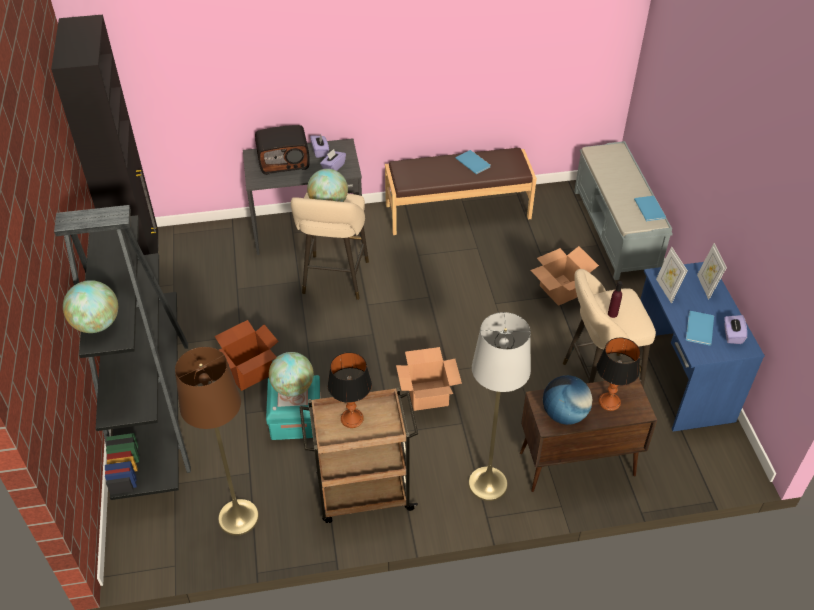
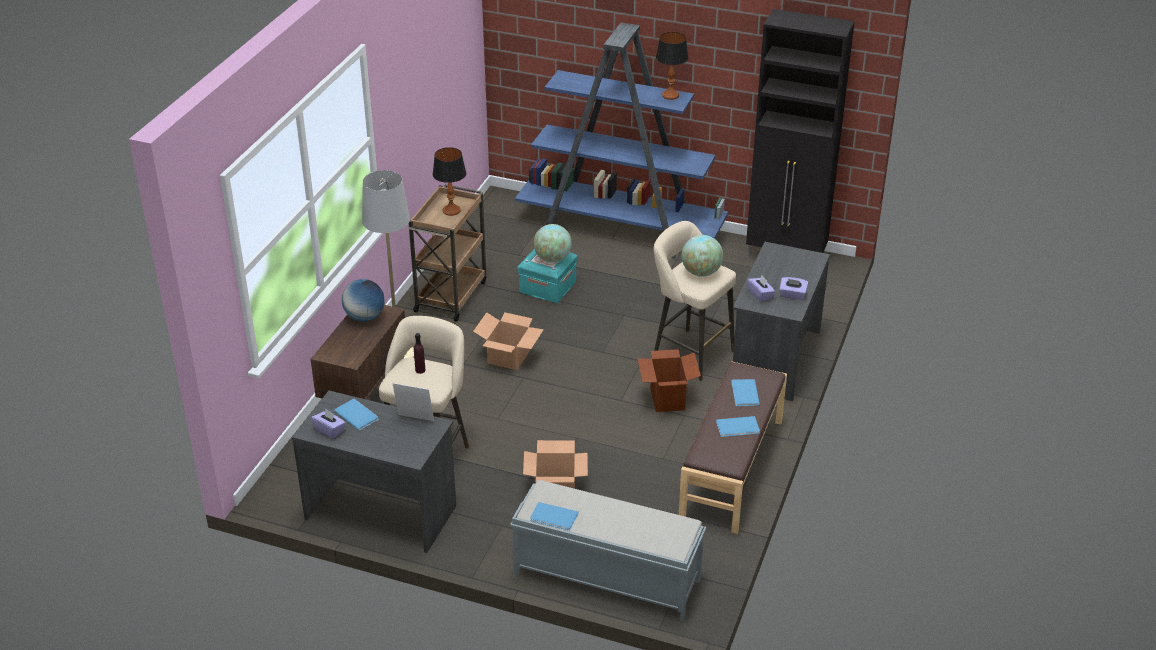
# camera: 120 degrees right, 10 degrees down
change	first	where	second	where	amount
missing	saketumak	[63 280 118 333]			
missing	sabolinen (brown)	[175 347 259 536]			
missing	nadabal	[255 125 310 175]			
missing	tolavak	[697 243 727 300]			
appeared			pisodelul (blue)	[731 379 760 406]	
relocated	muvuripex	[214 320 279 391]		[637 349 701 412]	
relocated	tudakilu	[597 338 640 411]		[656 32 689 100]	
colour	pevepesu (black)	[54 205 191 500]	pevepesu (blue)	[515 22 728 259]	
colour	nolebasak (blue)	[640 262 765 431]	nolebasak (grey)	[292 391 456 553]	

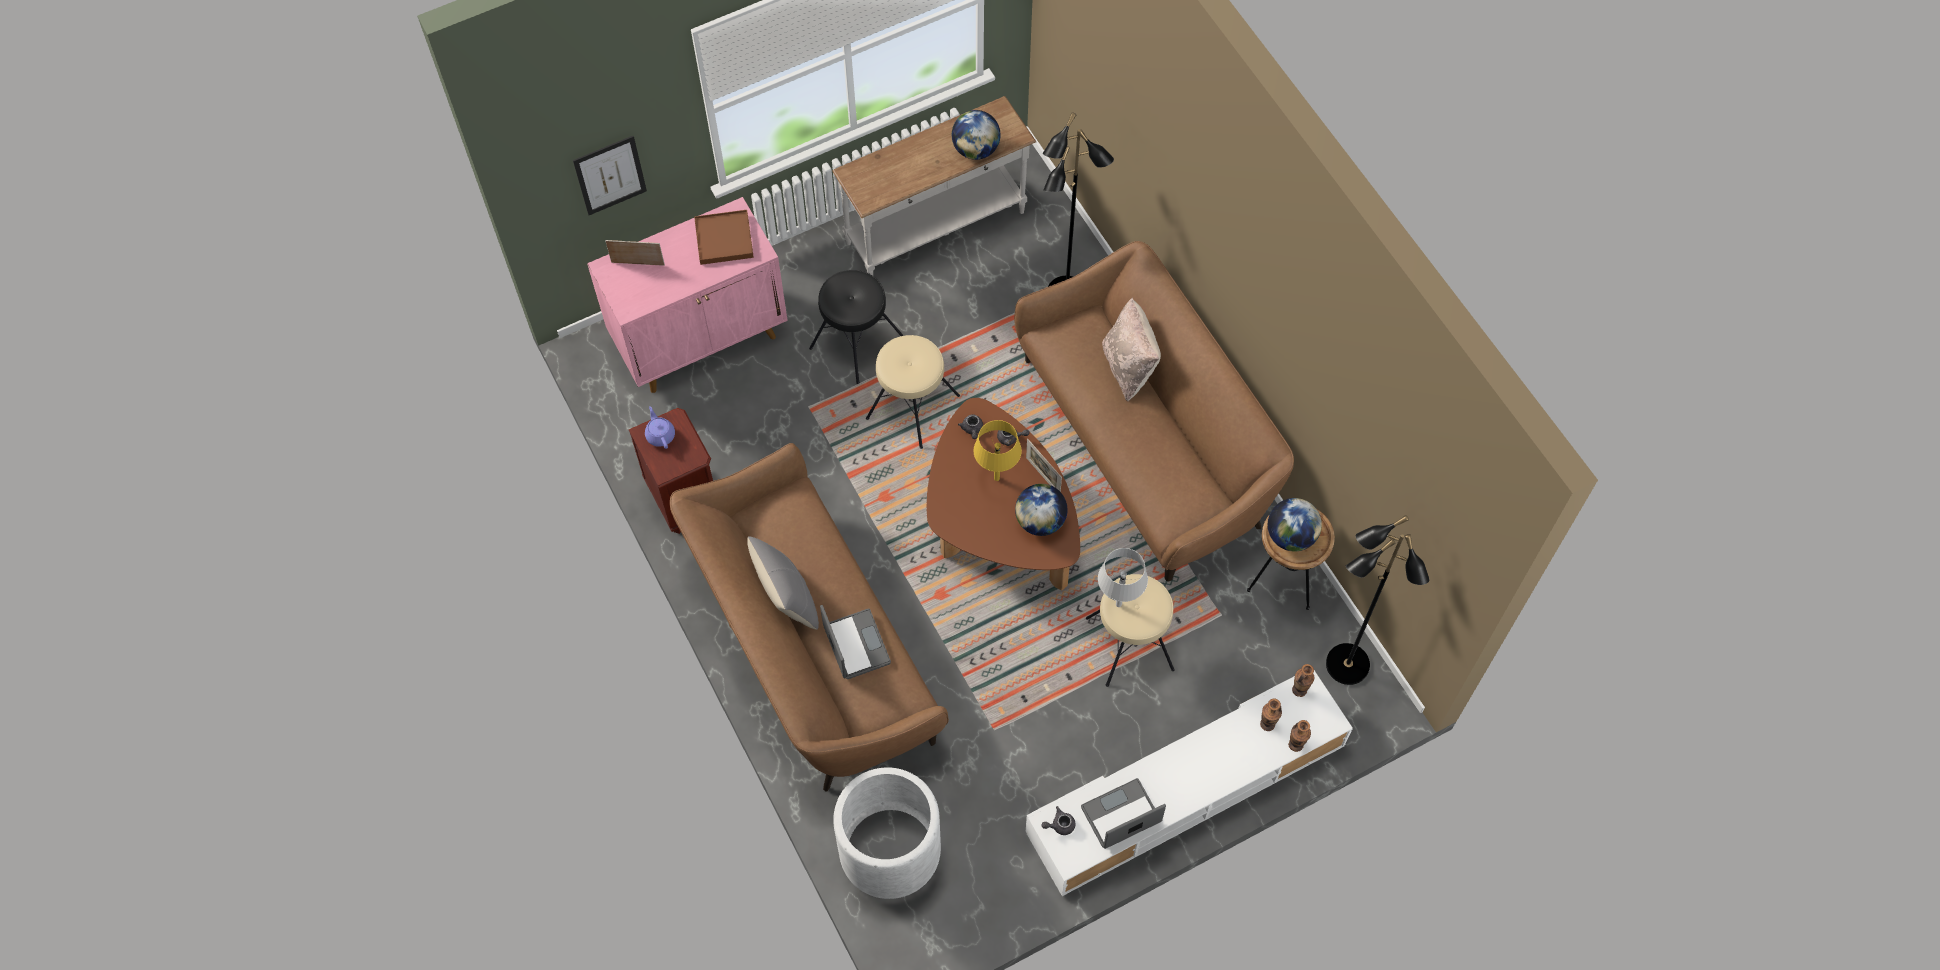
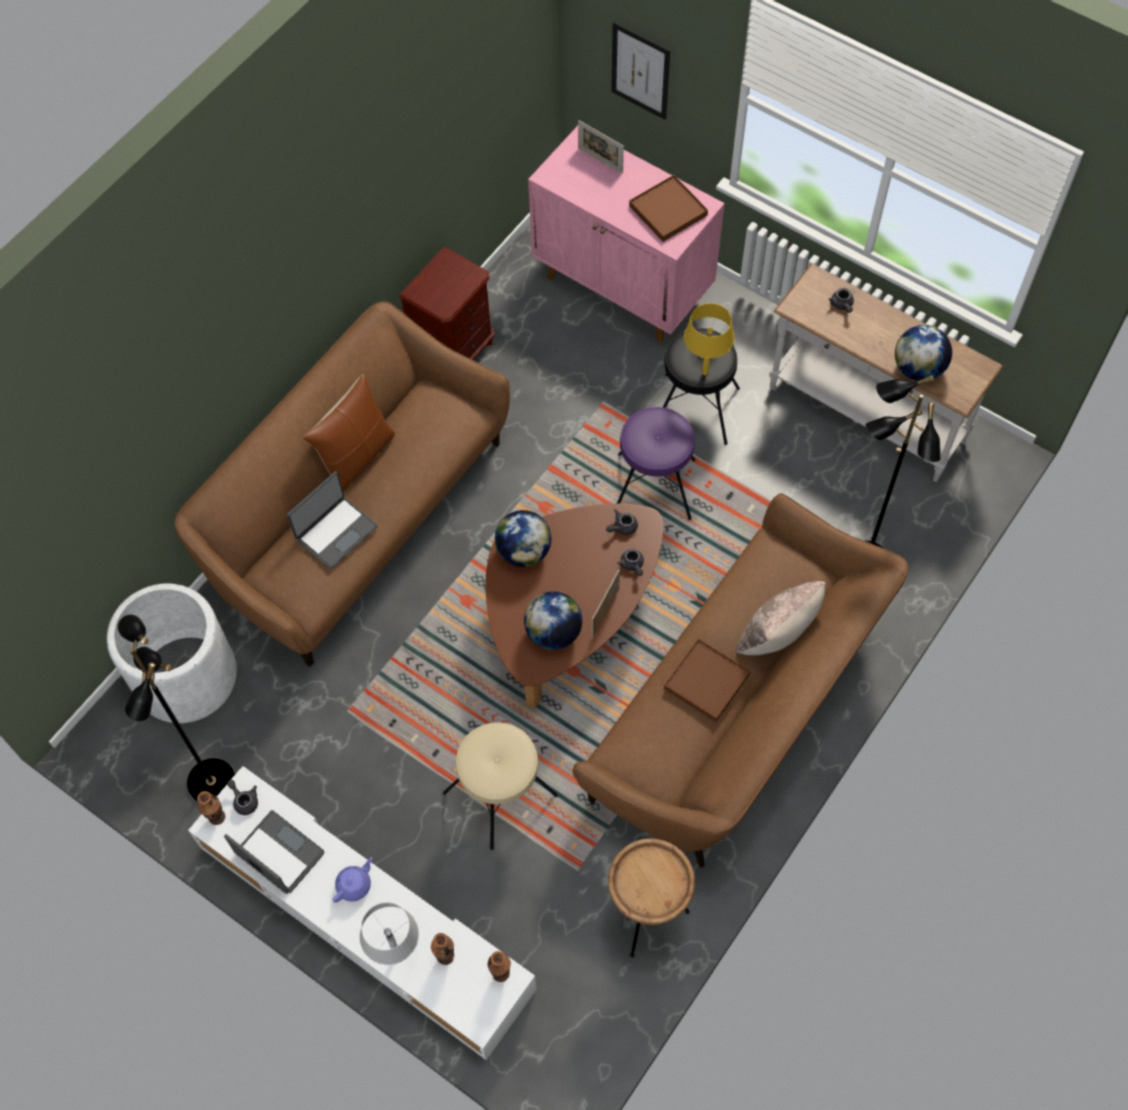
# camera: 65 degrees right, 0 degrees up
change	first	where	second	where	amount
appeared			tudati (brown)	[664 639 750 722]	
appeared			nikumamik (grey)	[829 288 854 313]	
relocated	nikumamik (purple)	[645 406 675 449]		[333 857 373 903]	
relocated	tudakilu (yellow)	[973 420 1022 481]		[684 303 735 375]	
relocated	tudakilu (grey)	[1098 548 1148 607]		[360 902 419 965]	
relocated	saketumak	[1268 498 1322 552]		[495 510 551 567]	
relocated	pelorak	[1288 720 1311 752]		[197 791 225 825]	
relocated	sabolinen (black)	[1326 515 1429 685]		[118 615 235 802]	
colour	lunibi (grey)	[747 536 819 630]	lunibi (brown)	[303 374 395 491]	
colour	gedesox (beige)	[866 335 960 449]	gedesox (purple)	[617 407 696 520]	
spun	tolavak	[605 240 665 266]		[578 120 624 174]	150 degrees clockwise

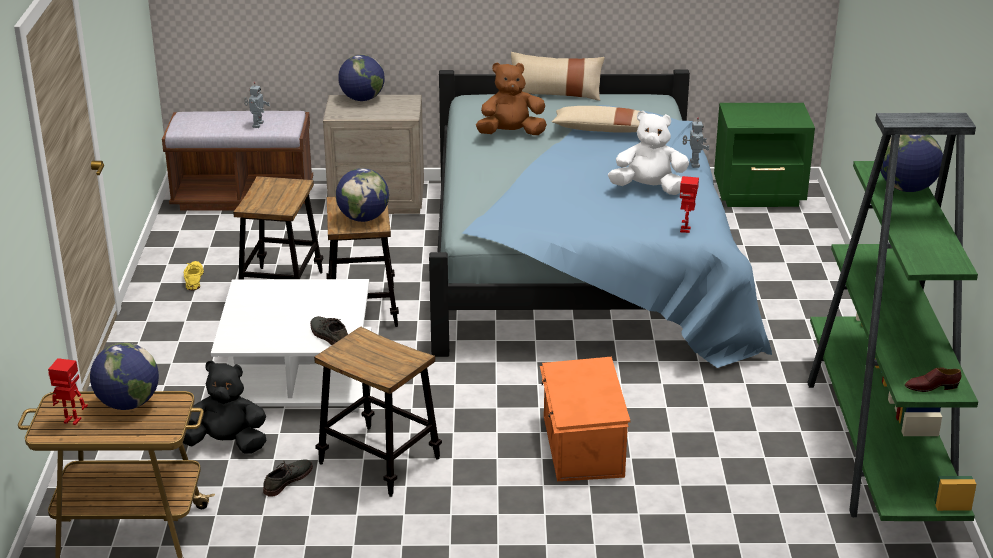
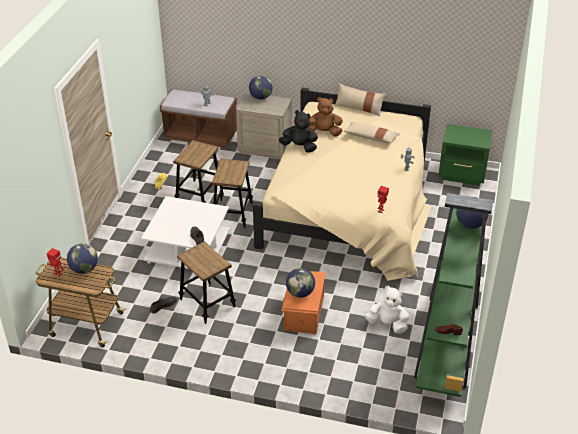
# camera: 15 degrees right, 10 degrees up
change	first	where	second	where	amount
relocated	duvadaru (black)	[183 361 267 454]		[279 110 318 153]	
relocated	saketumak	[336 168 389 222]		[286 268 315 298]	
relocated	duvadaru (white)	[608 111 689 195]		[365 286 410 334]	
colour	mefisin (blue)	[429 69 772 368]	mefisin (beige)	[253 87 432 281]	

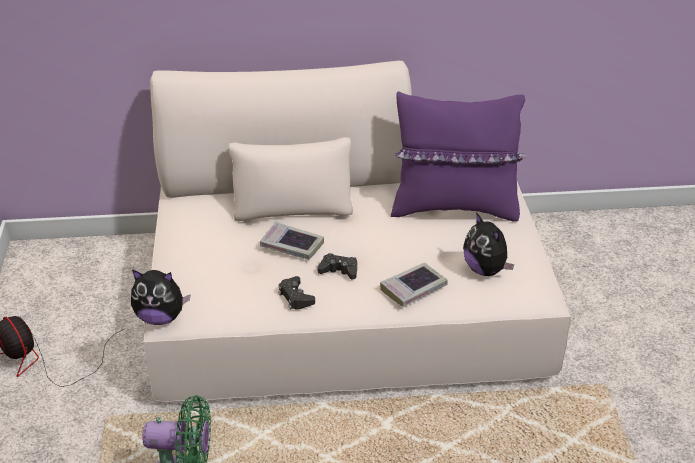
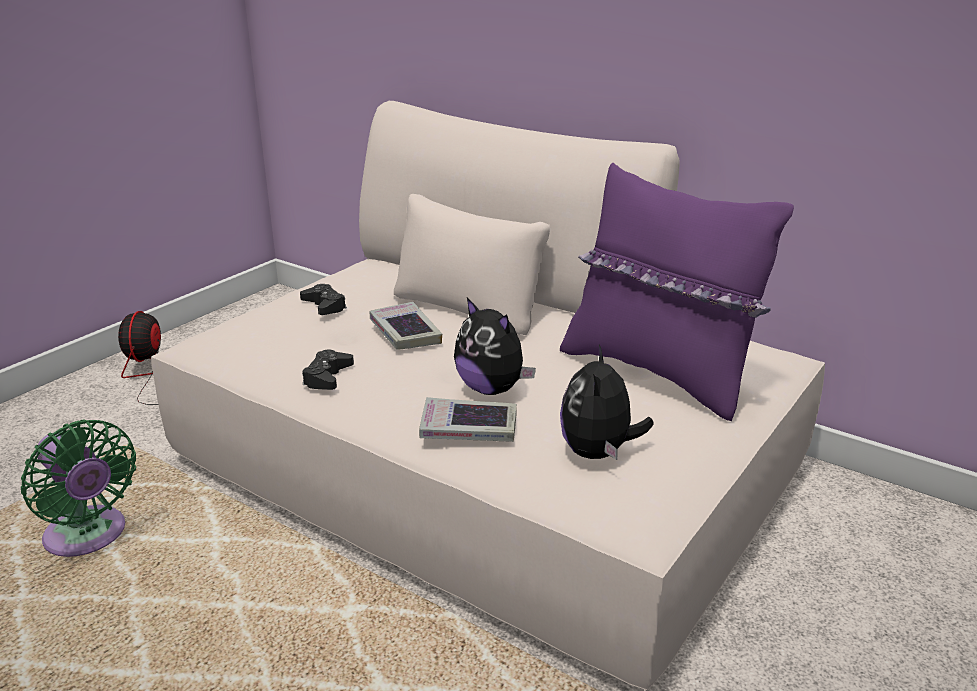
# camera: 40 degrees right, 10 degrees down
change	first	where	second	where	amount
relocated	duvadaru	[131 270 191 325]		[454 298 536 395]	
relocated	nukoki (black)	[318 253 357 279]		[300 284 347 315]	

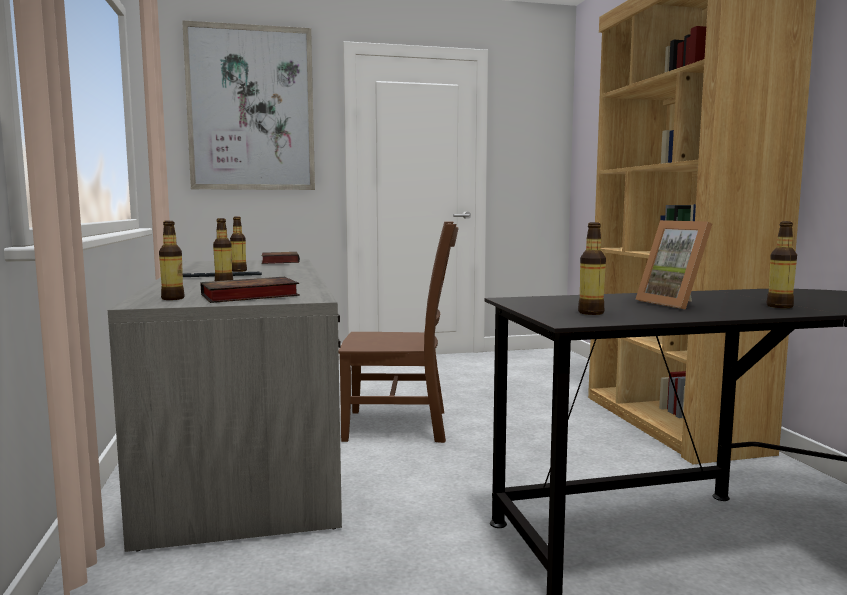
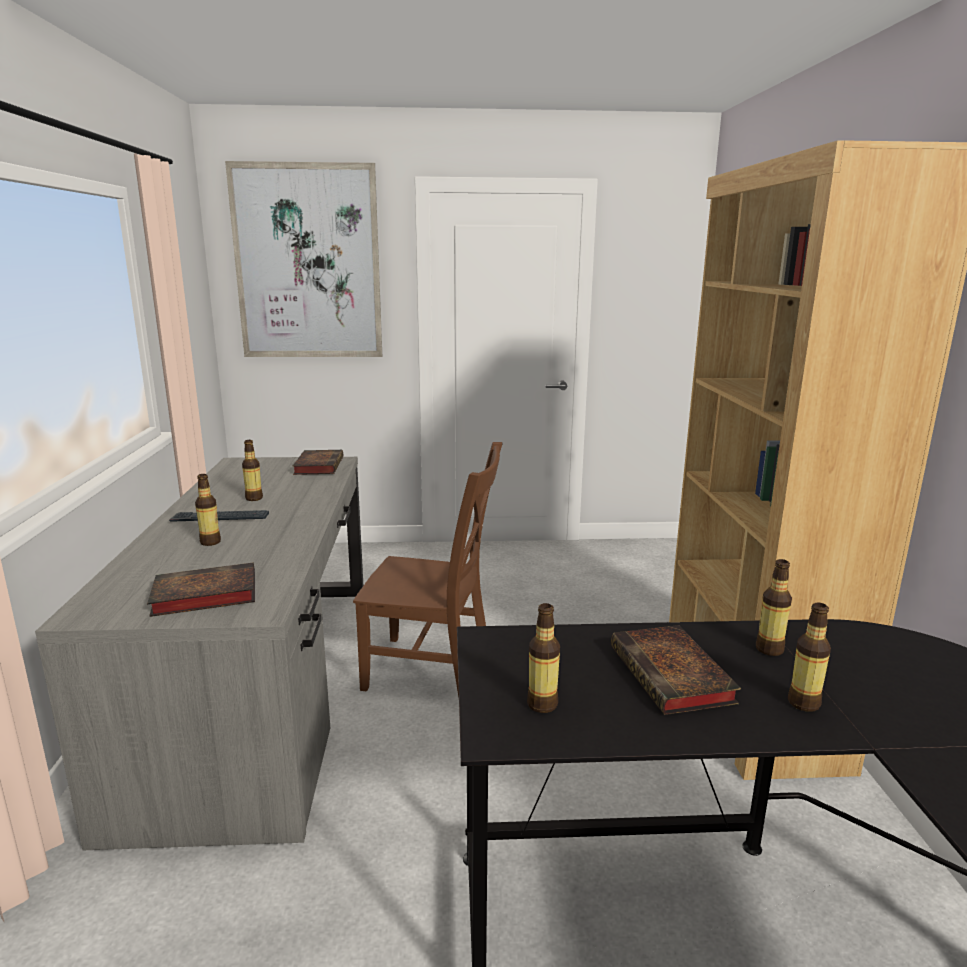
# camera: 10 degrees right, 10 degrees up
change	first	where	second	where	amount
relocated	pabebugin	[159 221 185 300]		[756 559 792 656]	
exchanged	tolavak	[636 220 712 310]	pisodelul	[611 625 741 715]	

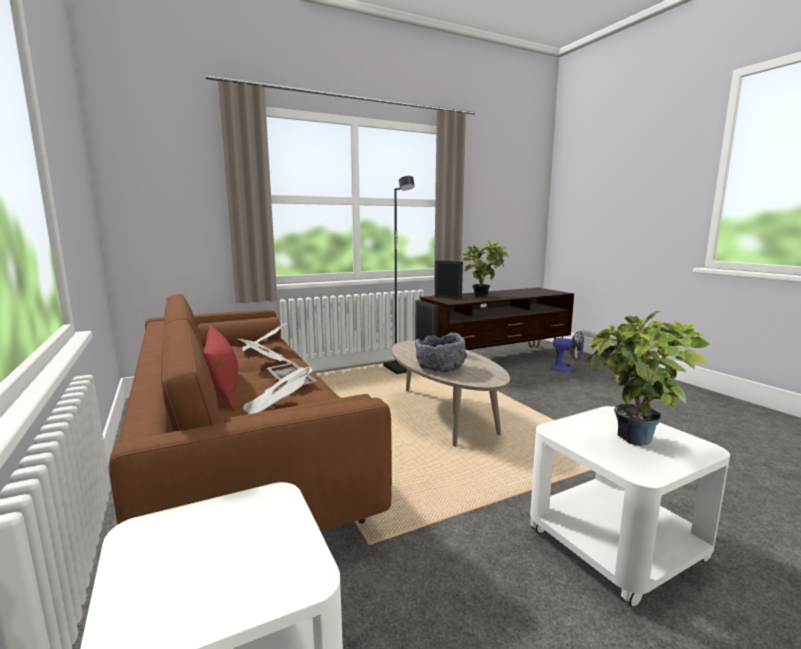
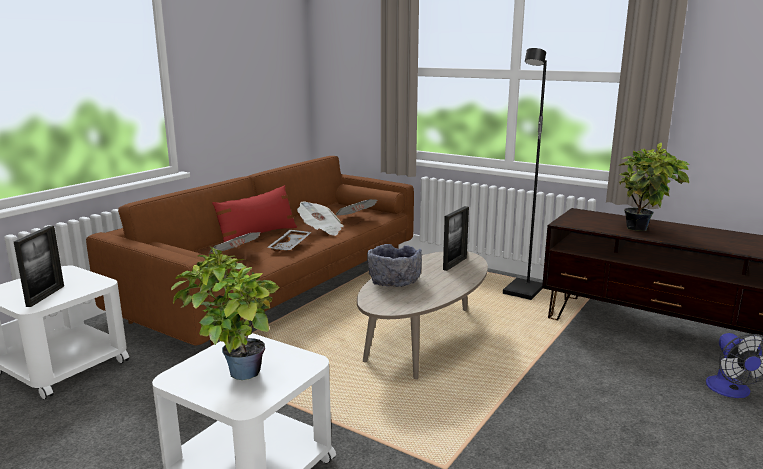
# camera: 60 degrees right, 5 degrees up
change	first	where	second	where	amount
relocated	tolavak	[435 260 463 300]		[14 226 64 307]	

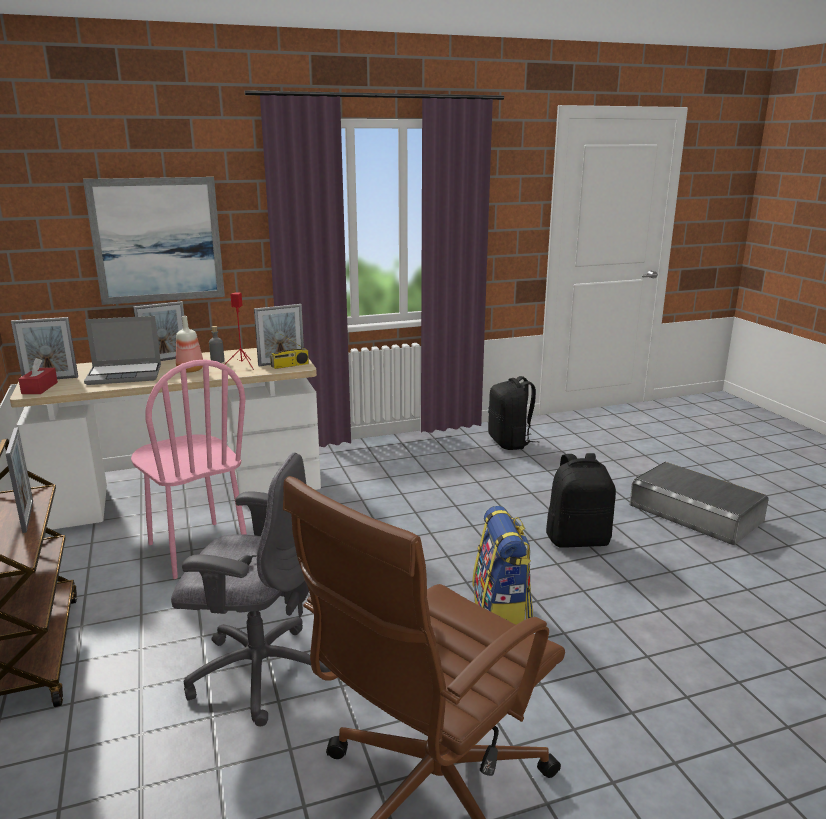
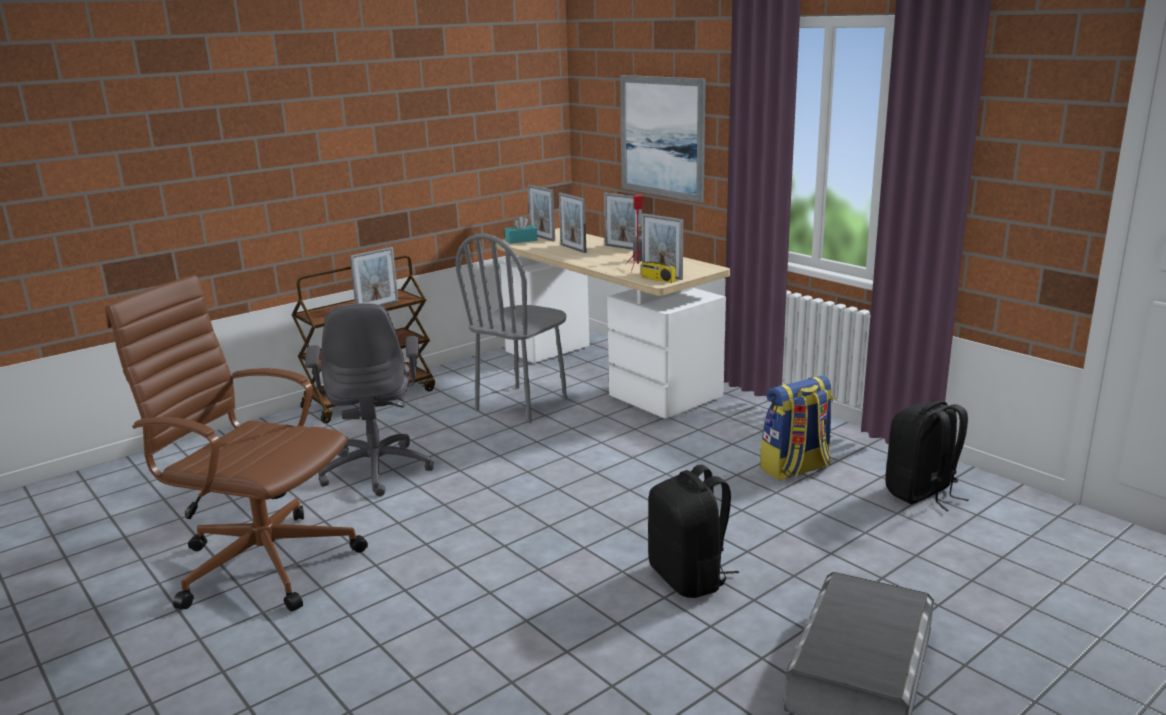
# camera: 70 degrees right, 0 degrees up
change	first	where	second	where	amount
missing	pabebugin	[176 316 203 372]			
relocated	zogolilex	[472 506 533 625]		[760 375 833 481]	
exchanged	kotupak	[84 316 161 385]	tolavak	[559 193 586 253]	
colour	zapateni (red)	[18 358 58 394]	zapateni (turquoise)	[505 216 537 244]	
colour	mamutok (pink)	[131 359 247 579]	mamutok (grey)	[455 234 567 423]	

